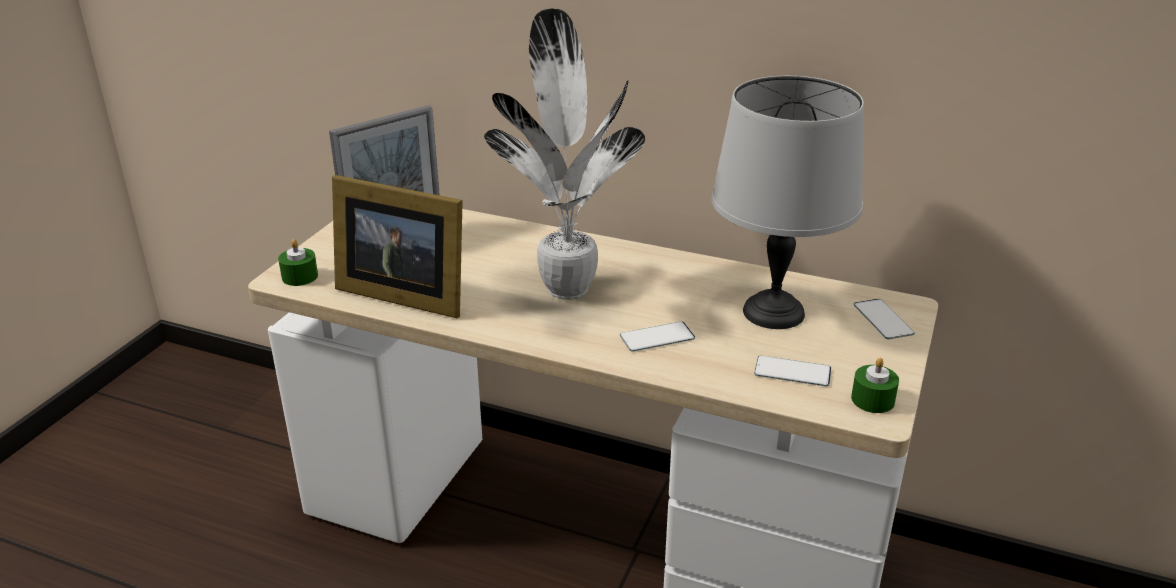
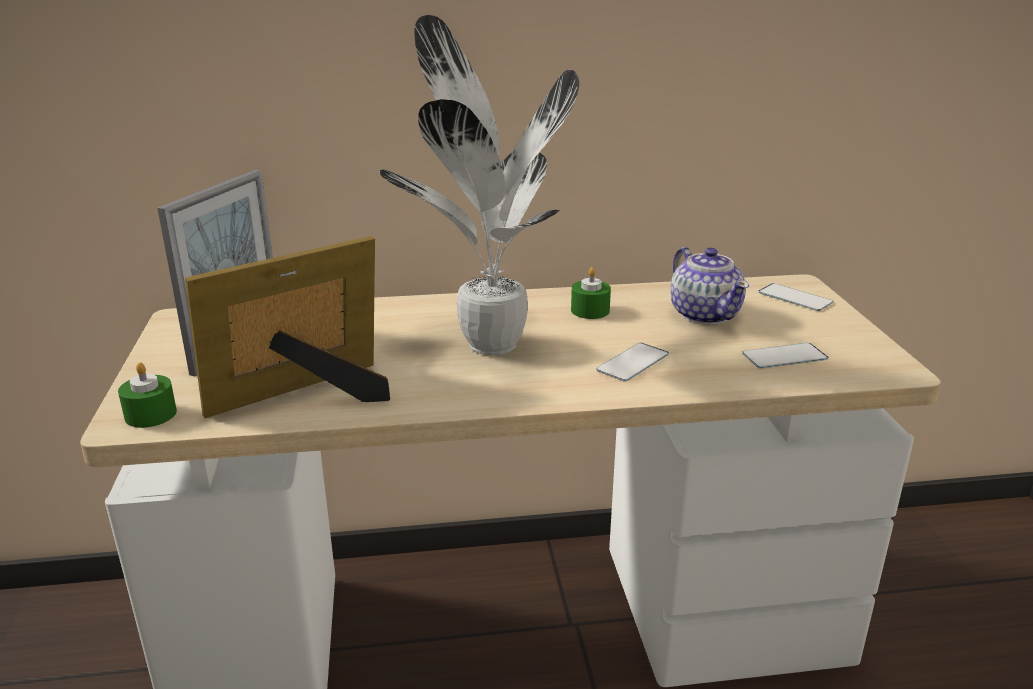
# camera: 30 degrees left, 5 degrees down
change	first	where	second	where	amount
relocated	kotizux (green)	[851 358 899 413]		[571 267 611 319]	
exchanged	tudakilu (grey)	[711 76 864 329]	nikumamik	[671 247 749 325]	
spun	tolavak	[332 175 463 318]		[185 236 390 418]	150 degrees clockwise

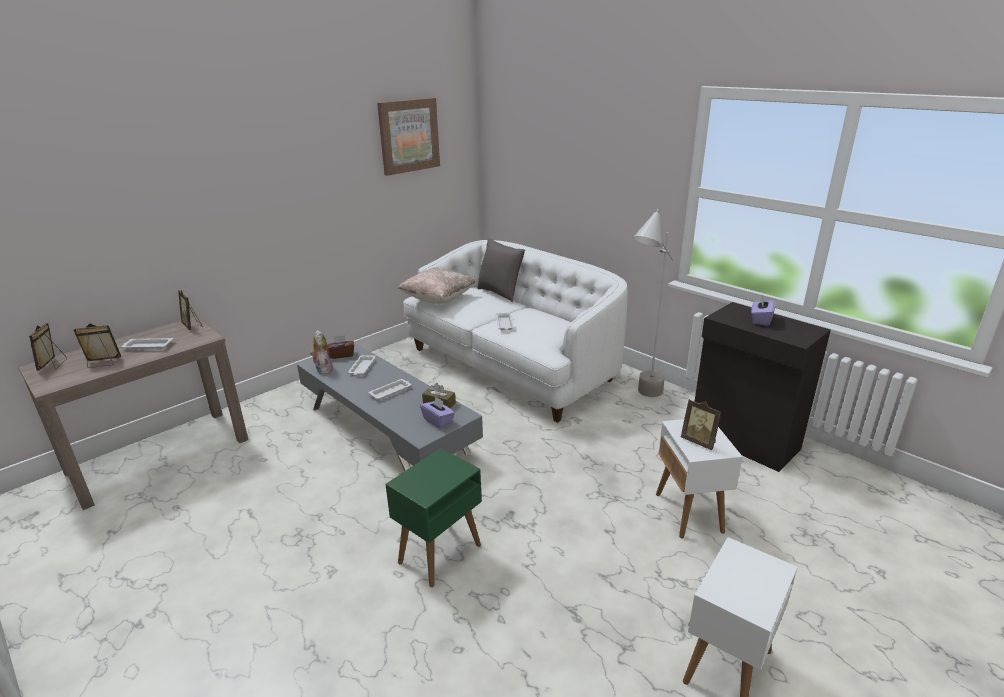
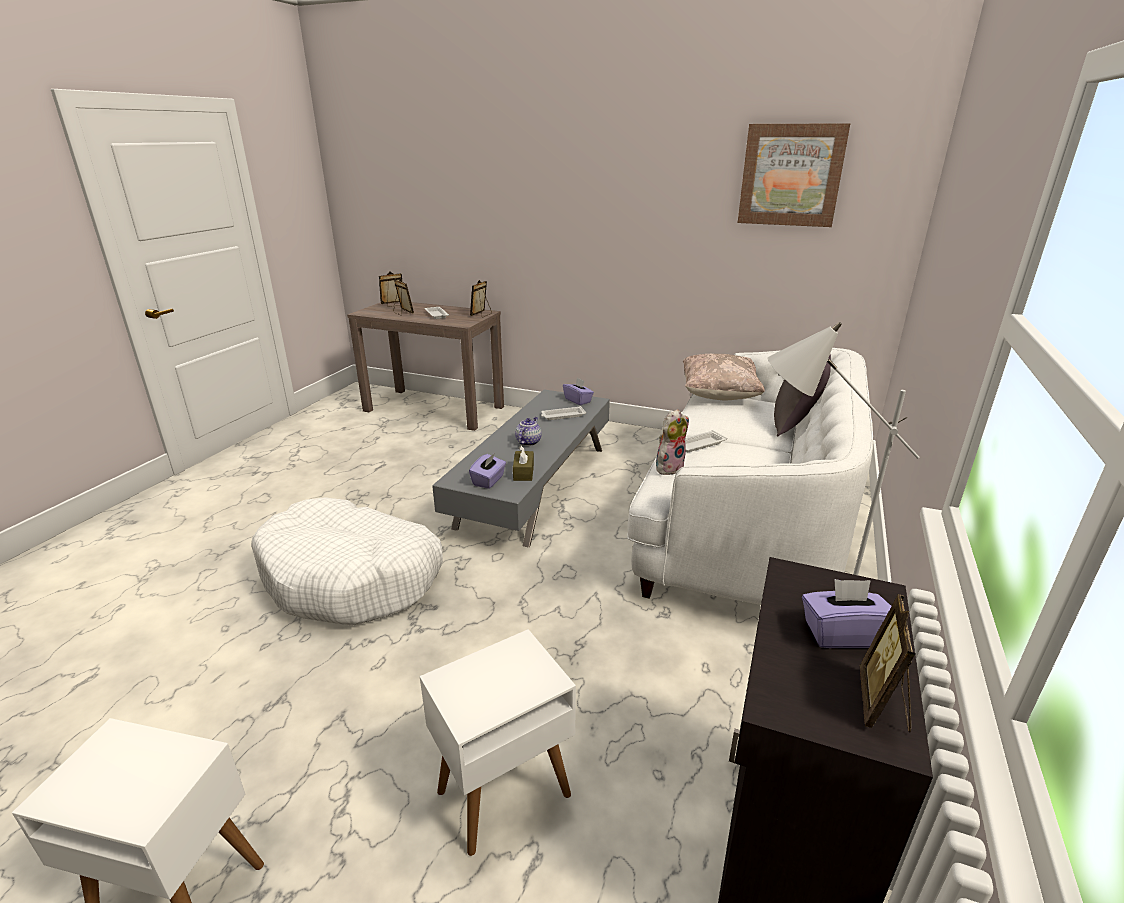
# camera: 65 degrees right, 0 degrees up
change	first	where	second	where	amount
relocated	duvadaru	[310 330 333 374]		[656 409 689 475]	
relocated	tolavak	[681 399 722 450]		[860 594 916 733]	
exchanged	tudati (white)	[368 379 411 400]	nikumamik	[515 417 542 446]	
exchanged	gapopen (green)	[385 448 482 587]	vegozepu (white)	[251 497 443 625]	
colour	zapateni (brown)	[327 335 354 359]	zapateni (purple)	[563 377 594 405]	

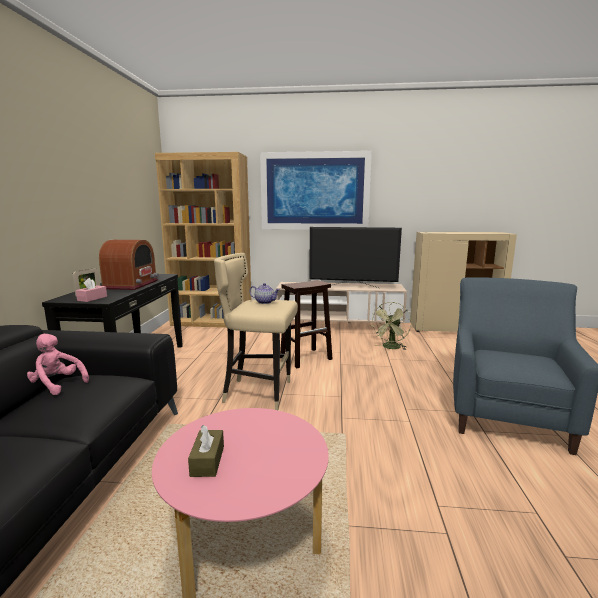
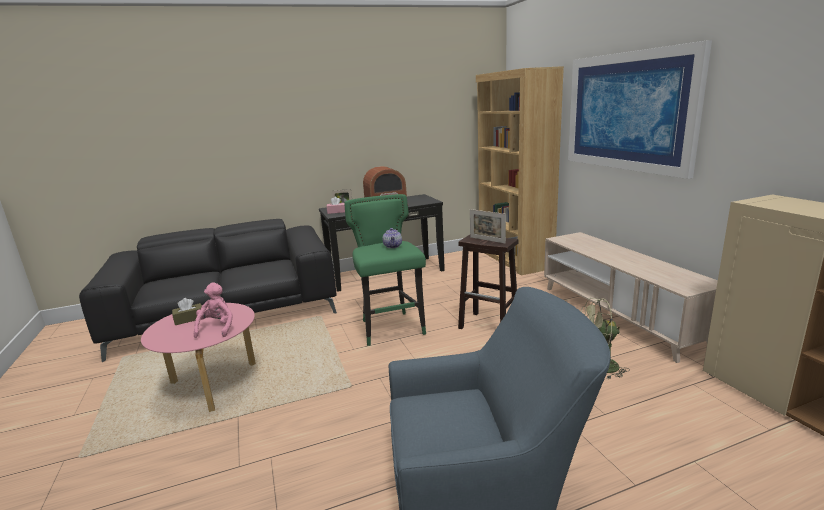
# camera: 65 degrees right, 5 degrees up
change	first	where	second	where	amount
missing	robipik	[309 227 402 288]			
appeared			tolavak	[470 209 506 243]	
relocated	duvadaru (pink)	[27 334 89 395]		[194 283 233 338]	
colour	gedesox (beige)	[214 253 298 410]	gedesox (green)	[344 194 426 346]	

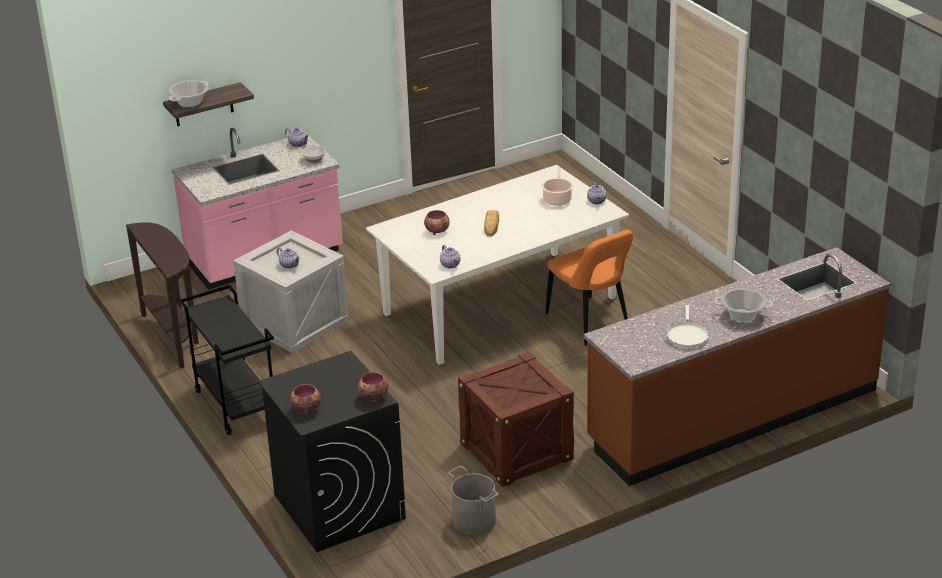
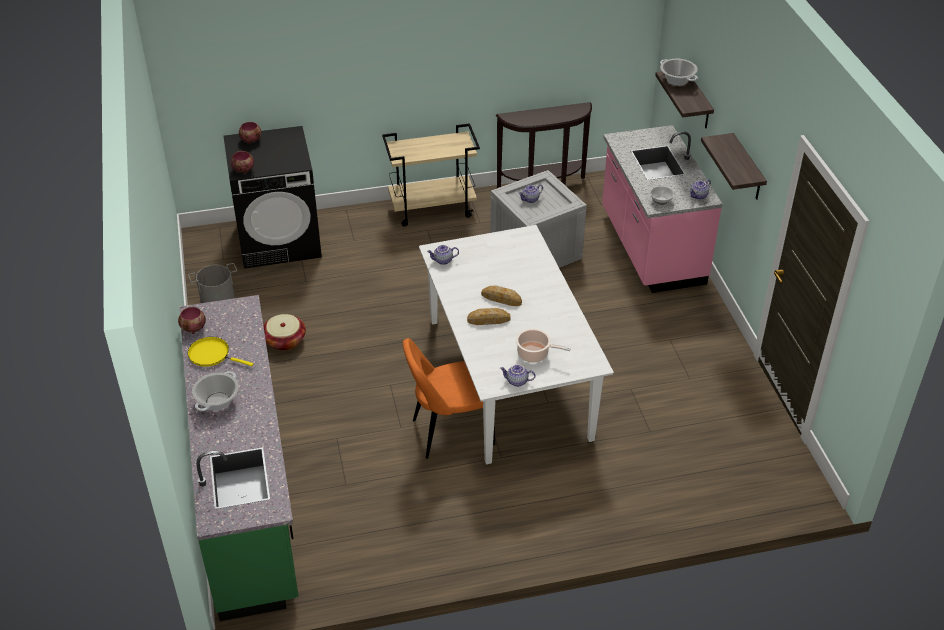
# camera: 105 degrees right, 10 degrees up
change	first	where	second	where	amount
appeared			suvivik	[467 308 511 325]	
appeared			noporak	[701 133 767 200]	
relocated	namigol	[424 210 450 235]		[178 307 206 334]	
exchanged	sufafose	[458 352 574 487]	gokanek	[263 314 306 351]	
colour	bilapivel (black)	[179 285 274 435]	bilapivel (beige)	[382 123 480 227]	
colour	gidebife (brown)	[584 247 891 486]	gidebife (green)	[179 295 299 621]	
colour	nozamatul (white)	[666 305 709 348]	nozamatul (yellow)	[188 337 253 367]	

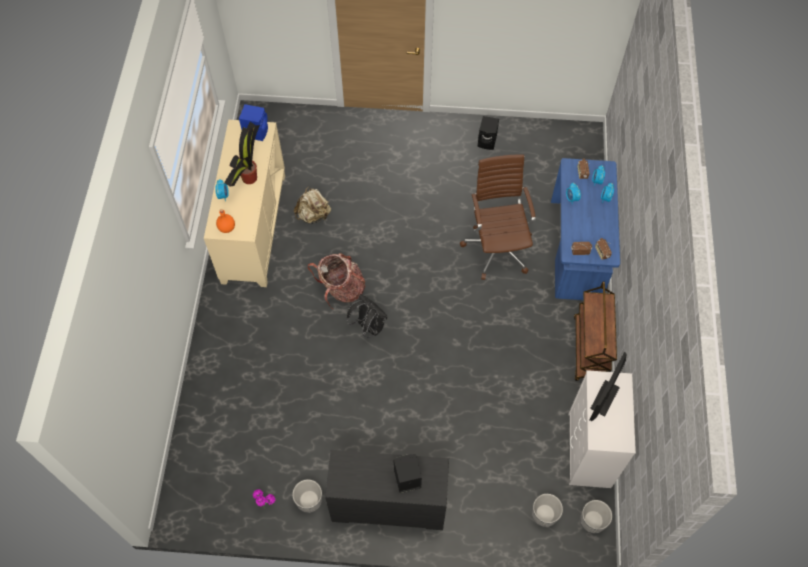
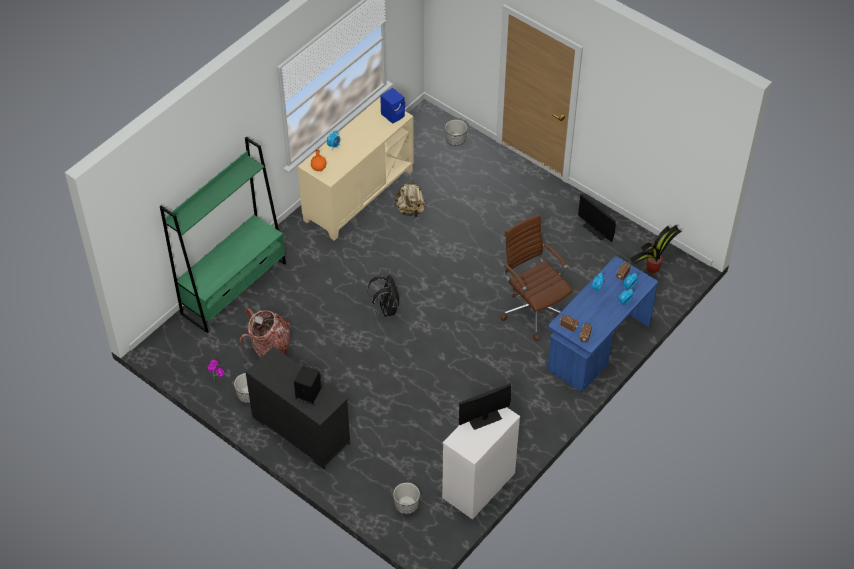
# camera: 35 degrees right, 10 degrees down
change	first	where	second	where	amount
missing	bilapivel (brown)	[574 281 617 381]			
appeared			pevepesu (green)	[160 137 286 333]	
relocated	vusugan	[224 122 260 187]		[630 225 682 273]	
relocated	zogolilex	[308 253 365 309]		[240 308 291 358]	
relocated	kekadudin	[580 500 612 534]		[445 120 467 146]	
exchanged	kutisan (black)	[477 116 499 150]	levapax	[578 194 616 242]	
spun	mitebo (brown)	[460 155 536 280]		[500 214 573 341]	60 degrees counterclockwise

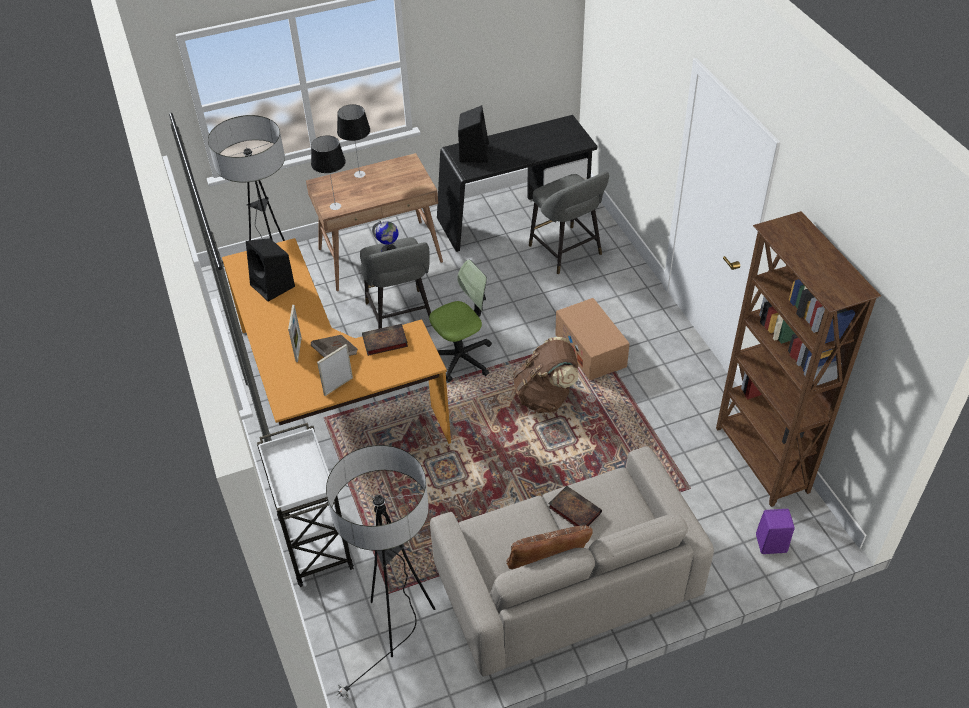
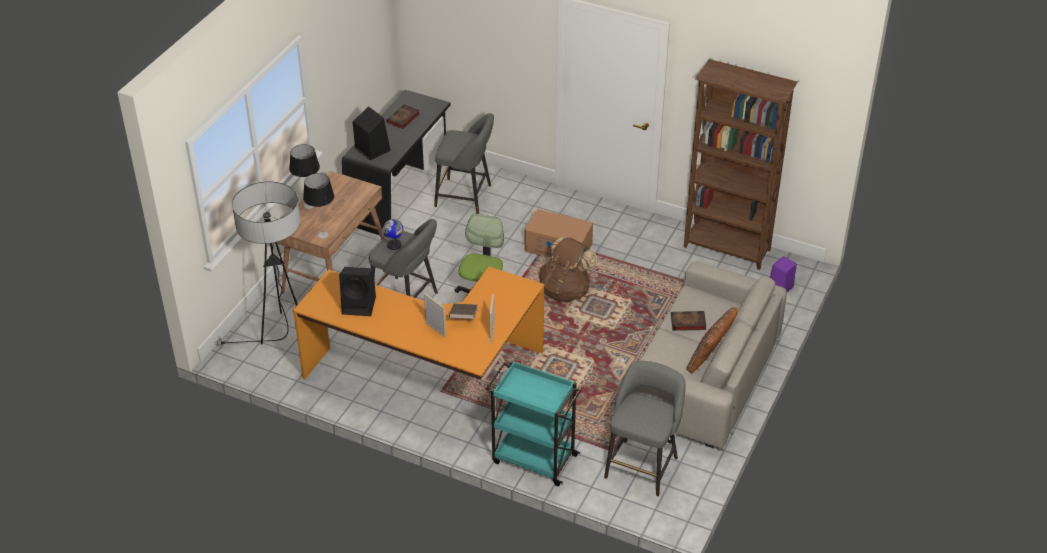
# camera: 45 degrees left, 5 degrees down
change	first	where	second	where	amount
relocated	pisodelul	[362 324 408 356]		[386 104 420 129]	
exchanged	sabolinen	[326 445 436 699]	gedesox (grey)	[604 361 686 496]	
colour	bilapivel (white)	[257 423 354 587]	bilapivel (turquoise)	[486 361 582 486]	

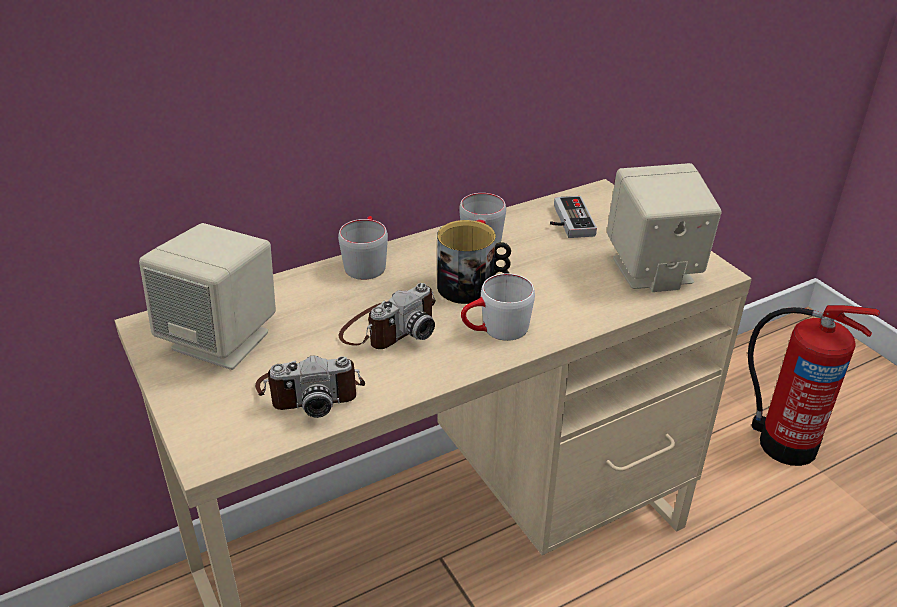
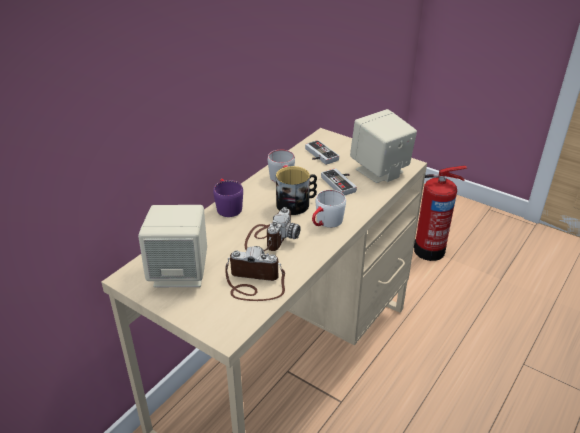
# camera: 25 degrees left, 0 degrees up
change	first	where	second	where	amount
appeared			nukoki	[321 168 357 195]	
colour	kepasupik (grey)	[338 216 388 280]	kepasupik (purple)	[213 179 243 217]	
spun	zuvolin	[255 355 365 418]		[225 246 285 301]	135 degrees counterclockwise

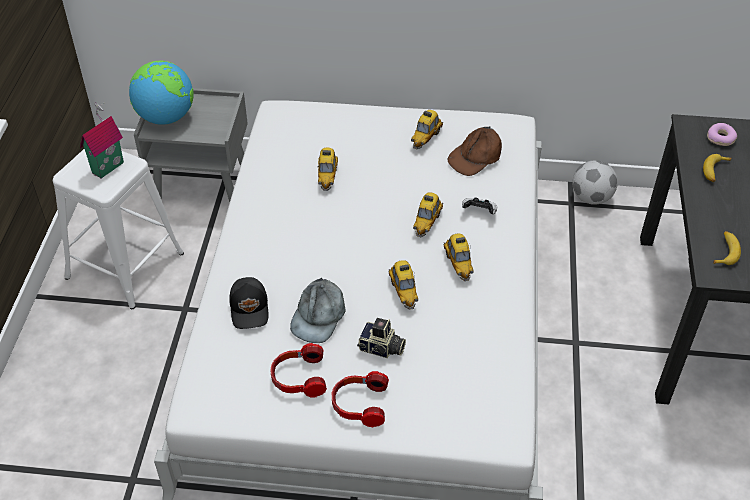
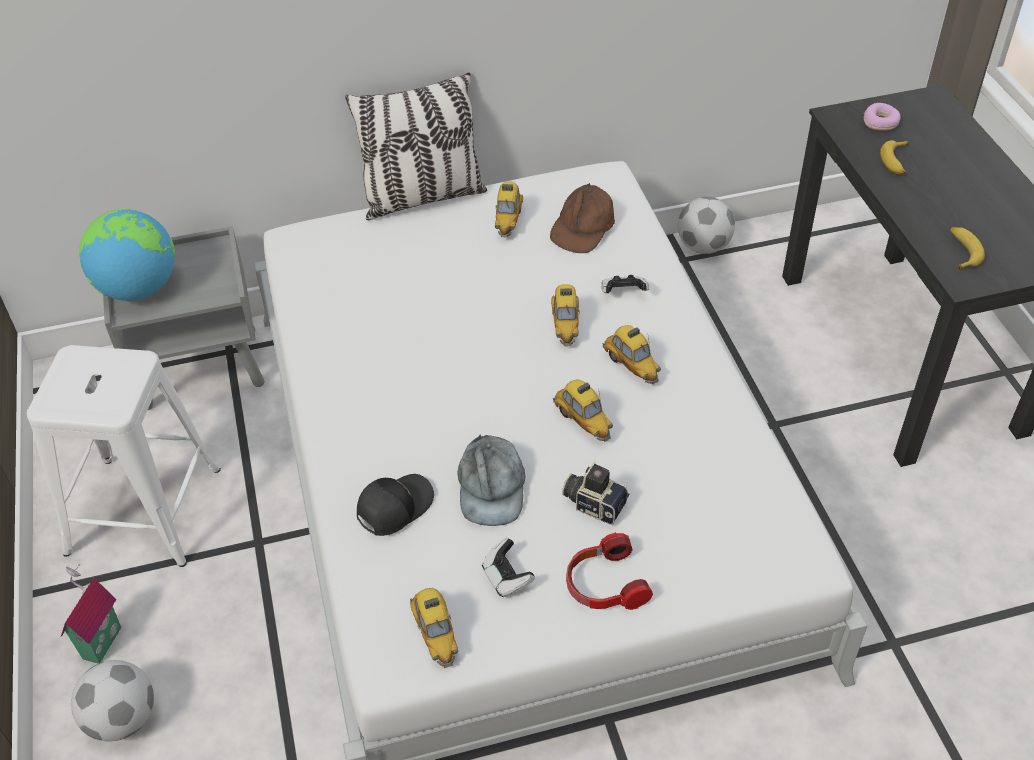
# camera: 20 degrees left, 0 degrees up
change	first	where	second	where	amount
appeared			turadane	[71 660 154 742]	
appeared			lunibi	[345 72 487 220]	
relocated	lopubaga	[80 102 124 178]		[61 564 121 664]	
relocated	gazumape	[318 147 338 191]		[410 588 458 668]	
exchanged	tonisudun	[270 343 327 397]	nukoki	[482 538 535 598]	
spun	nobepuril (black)	[229 277 269 329]		[357 474 434 536]	105 degrees counterclockwise
spun	zuvolin	[357 318 406 358]		[562 462 629 525]	150 degrees counterclockwise

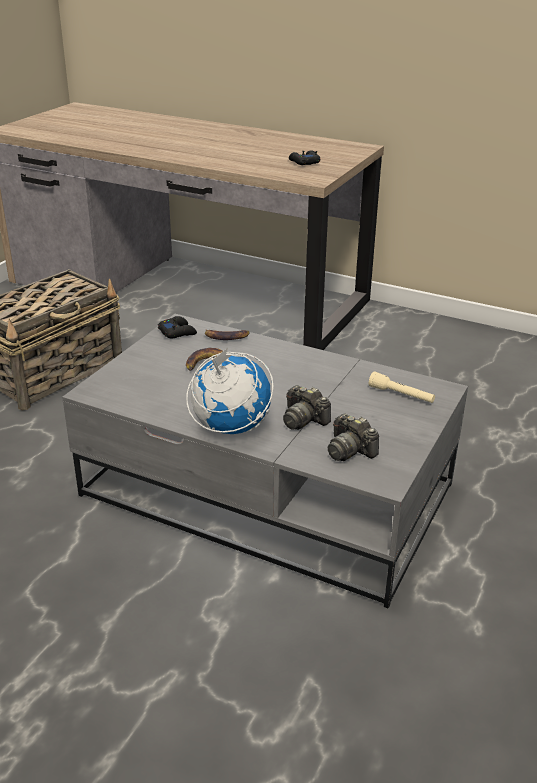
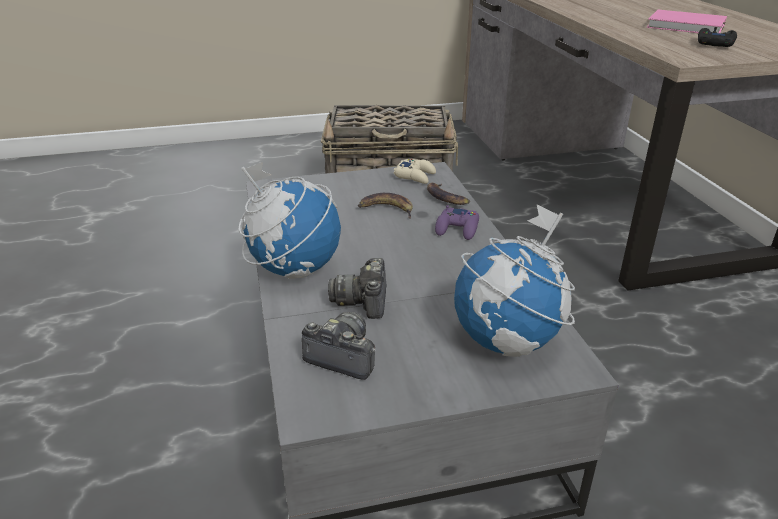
# camera: 50 degrees right, 0 degrees up
change	first	where	second	where	amount
appeared			nukoki (purple)	[435 205 479 240]	
appeared			pisodelul (pink)	[647 10 727 33]	
exchanged	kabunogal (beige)	[369 371 435 403]	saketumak	[454 204 575 357]	
colour	nukoki (black)	[158 316 197 338]	nukoki (beige)	[394 159 436 184]	
spun	zuvolin	[328 413 379 461]		[302 312 376 380]	105 degrees clockwise

